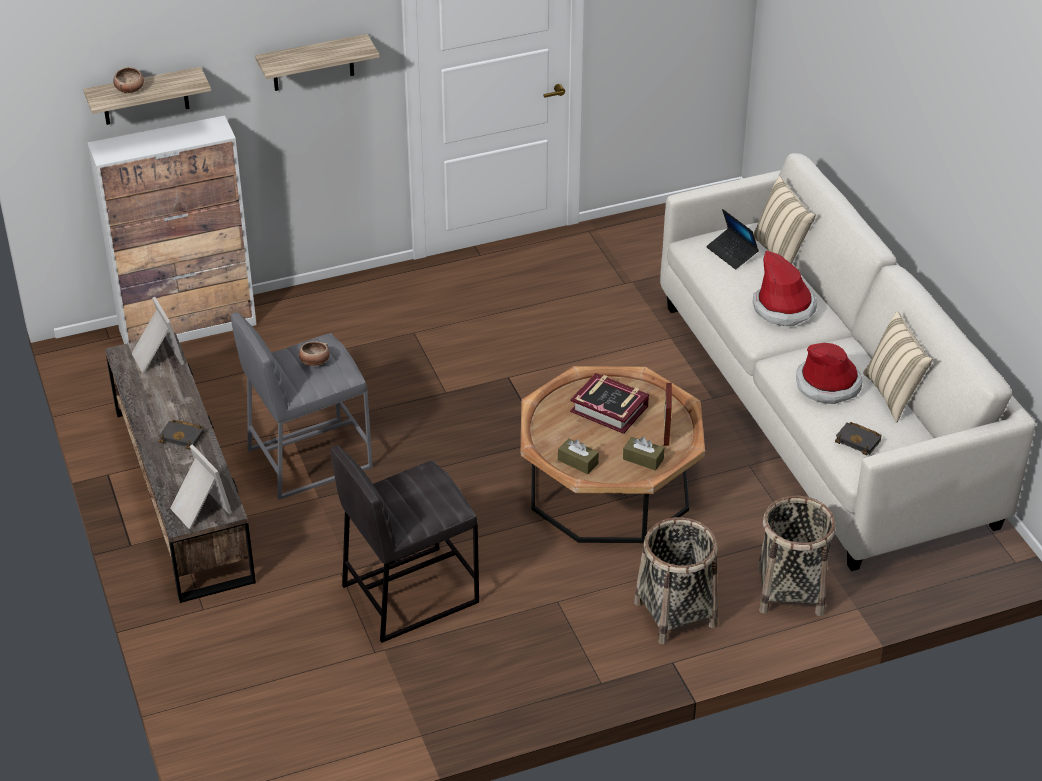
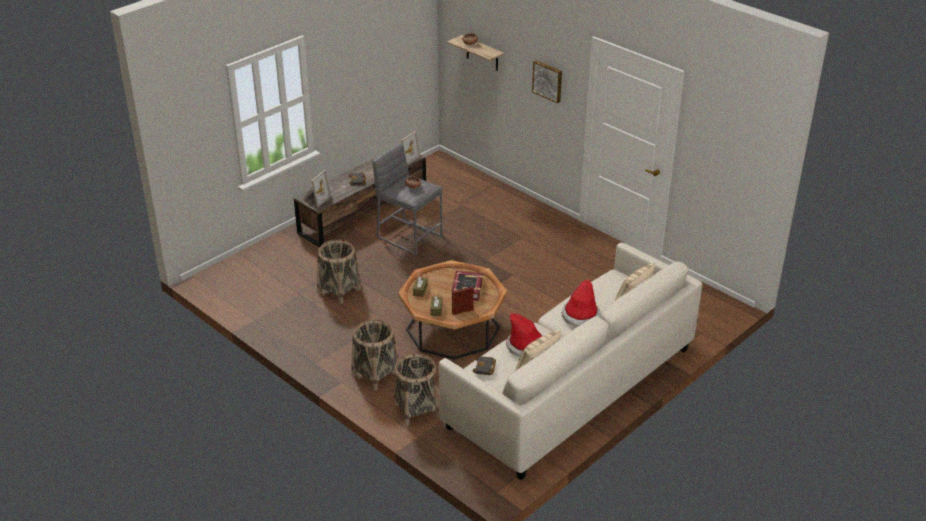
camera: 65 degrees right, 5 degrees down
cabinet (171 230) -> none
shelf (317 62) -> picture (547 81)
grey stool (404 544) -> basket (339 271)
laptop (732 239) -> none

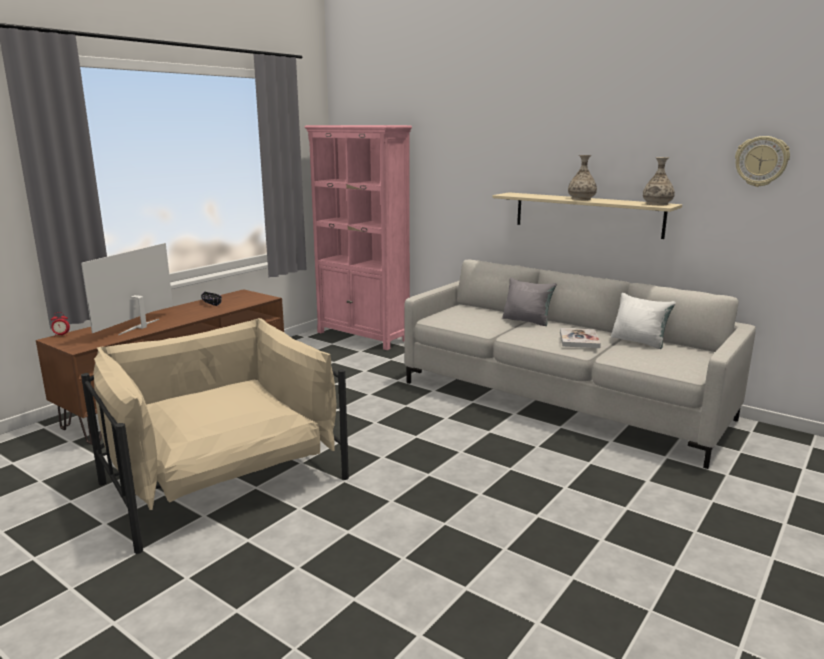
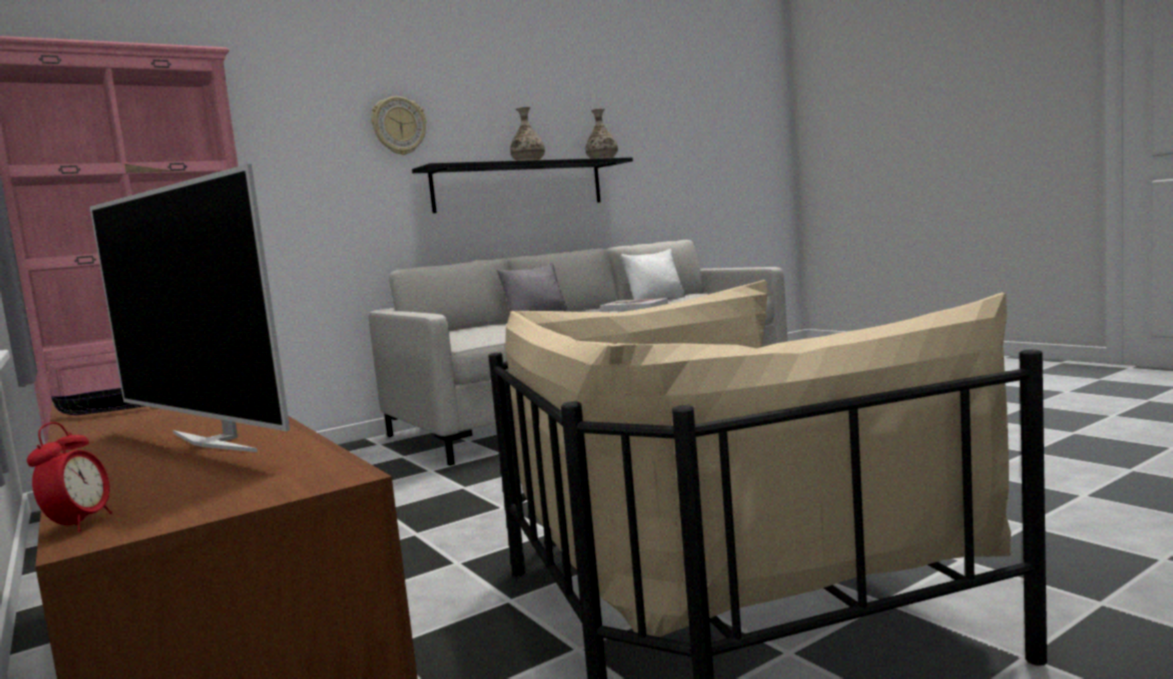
camera: 70 degrees left, 10 degrees down
beige shelf (587 215) -> black shelf (522 185)
wall clock (762 161) -> wall clock (398 125), relocated

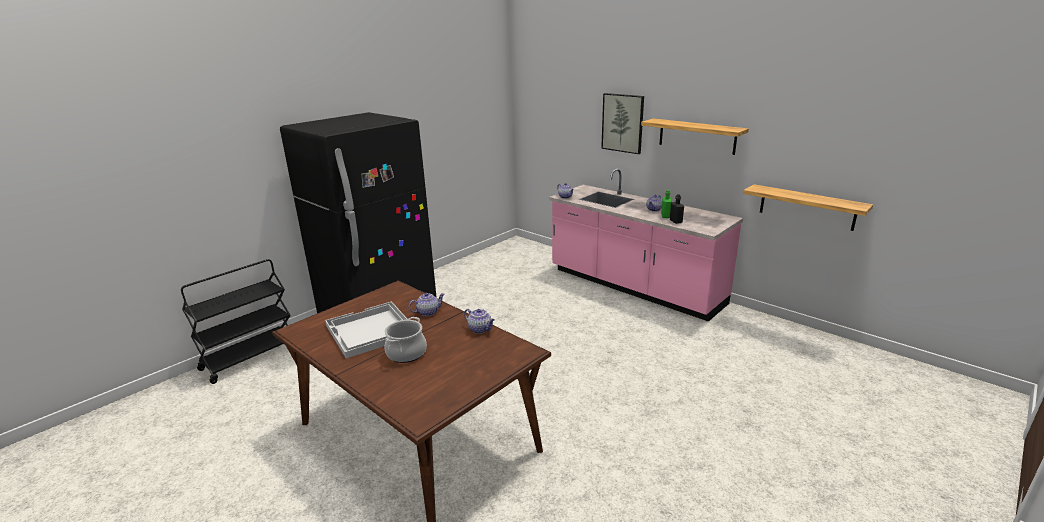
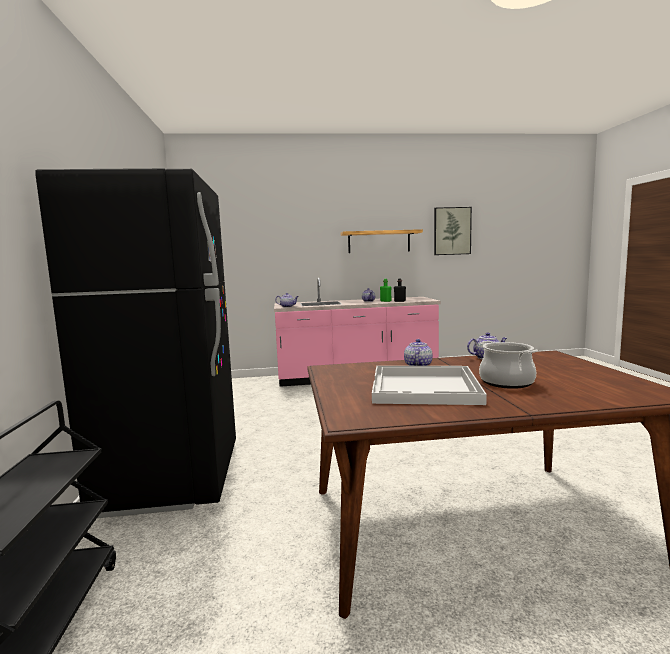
camera: 50 degrees left, 15 degrees down
picture (622 123) -> picture (453 231), relocated
shelf (808 207) -> none

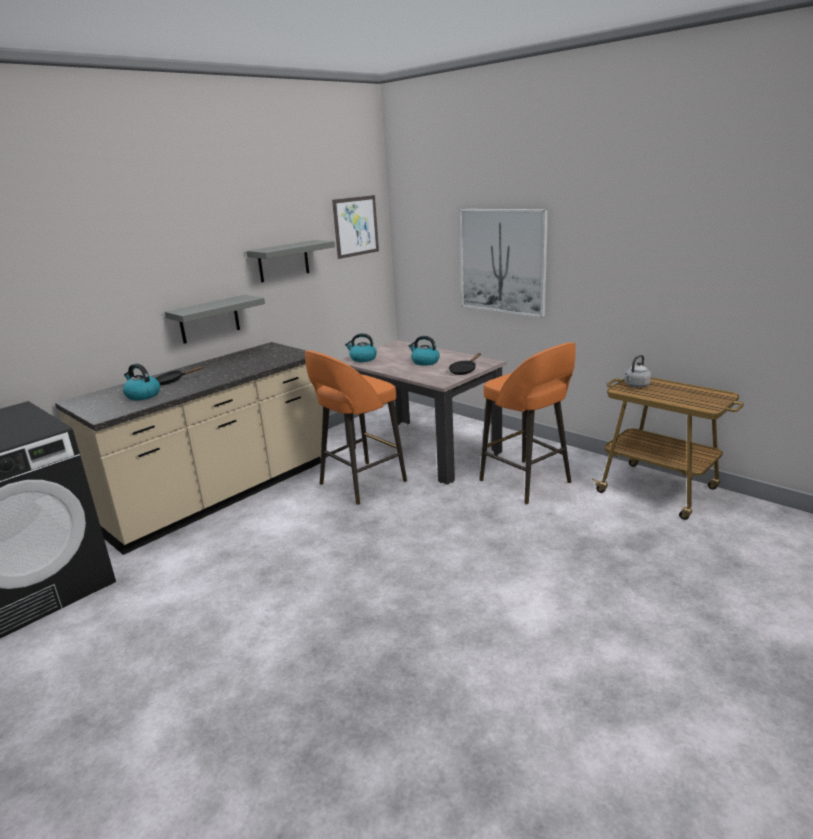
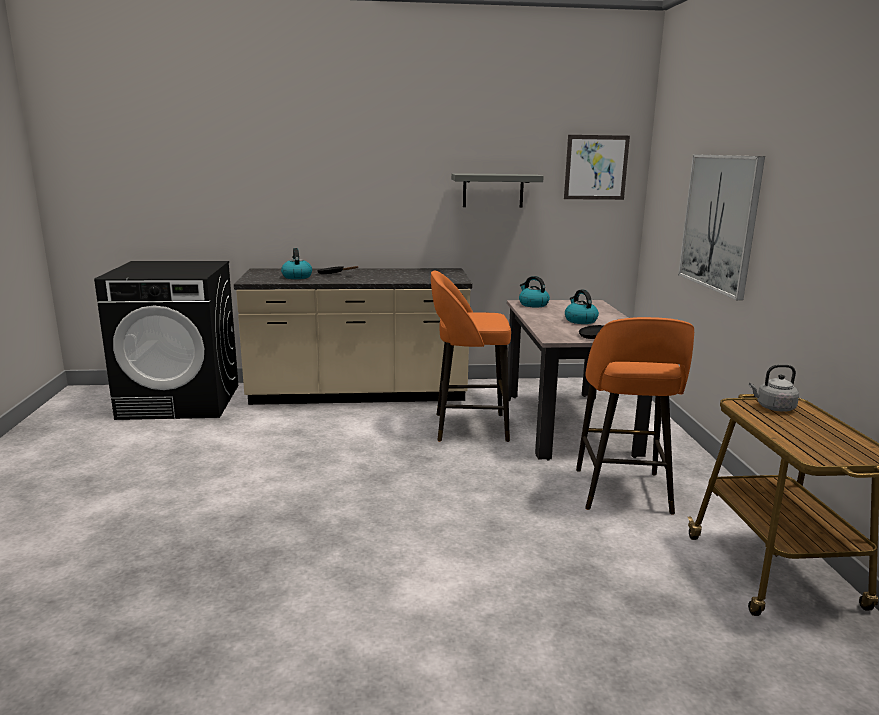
camera: 40 degrees right, 5 degrees down
grey shelf (215 319) -> none

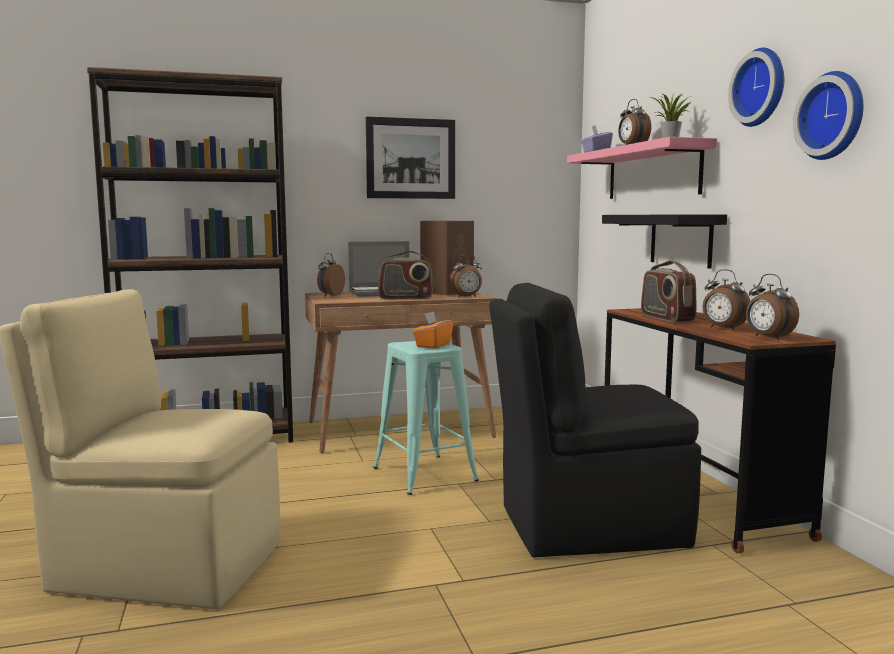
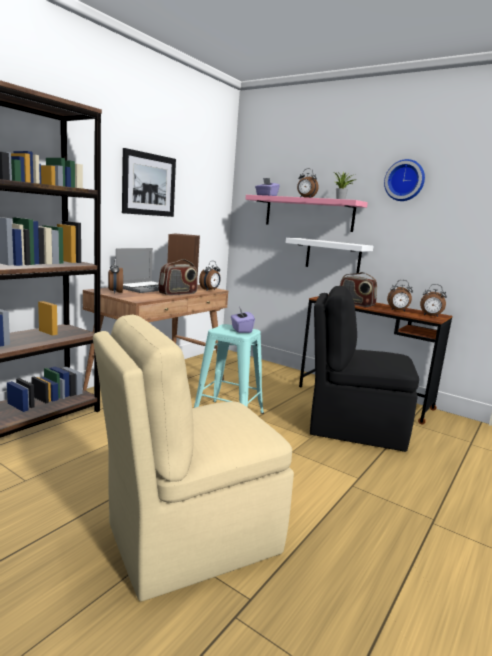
camera: 40 degrees left, 5 degrees up
orange tissue box (433 330) -> purple tissue box (243 320)
black chair (595 420) -> black chair (364 369), 60 degrees clockwise
black shelf (664 241) -> white shelf (330 255)
wall clock (828 115) -> none

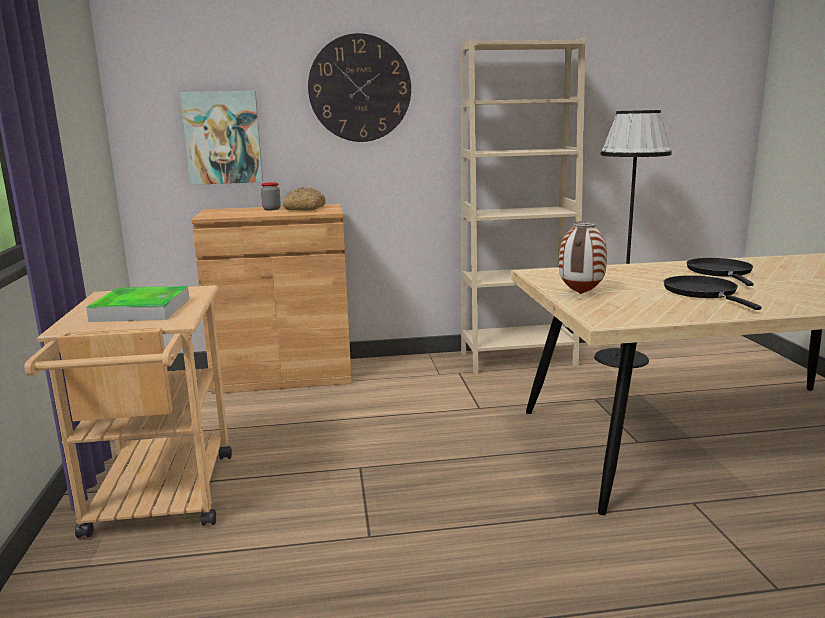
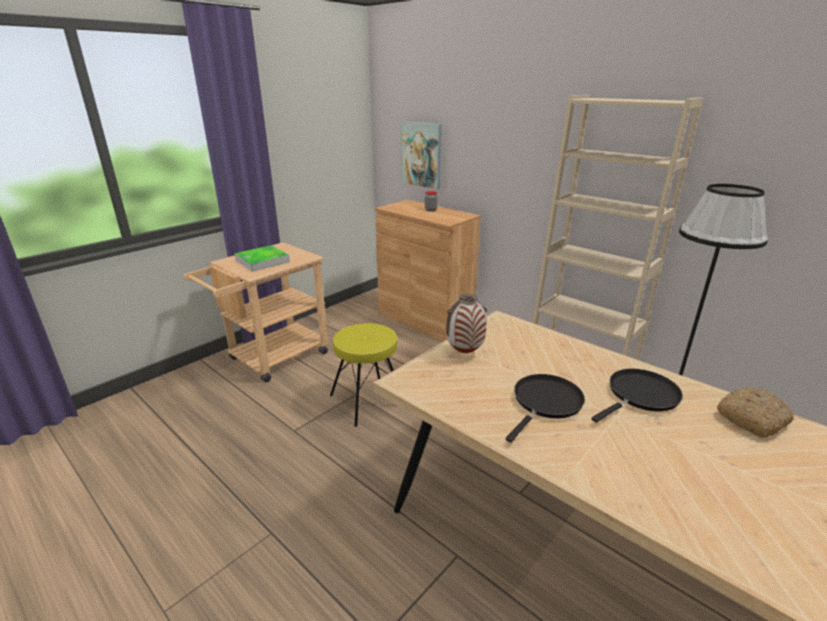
camera: 50 degrees right, 10 degrees up
bread (304 198) -> bread (755 412), relocated
wall clock (359 87) -> none
none -> yellow stool (363 375)

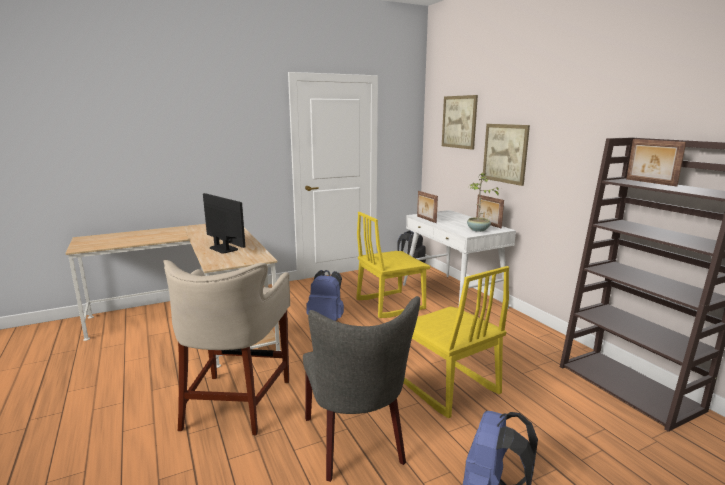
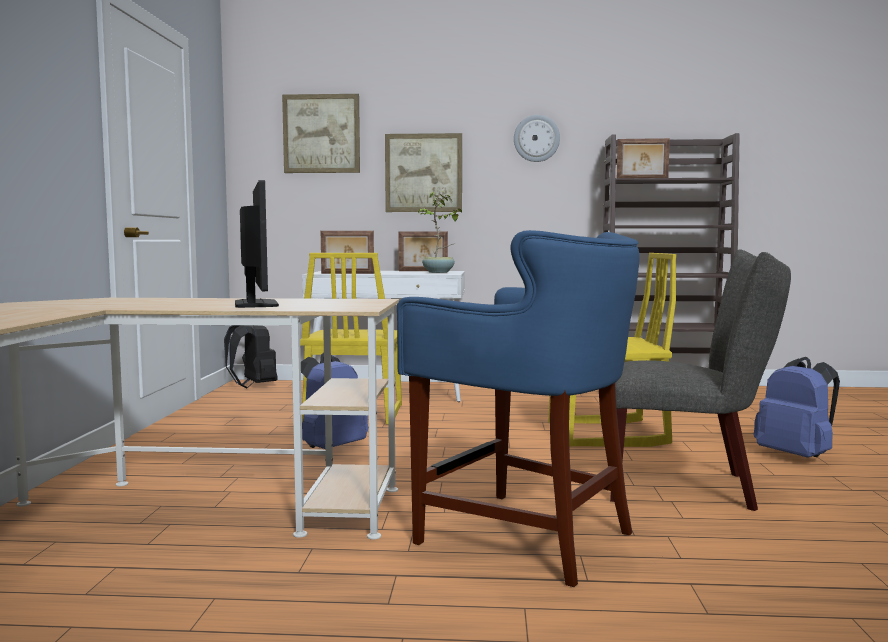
camera: 60 degrees left, 10 degrees down
beige stool (226 347) -> blue stool (518 408)
monitor (224 223) -> monitor (257 244), 90 degrees clockwise
none -> wall clock (537 138)

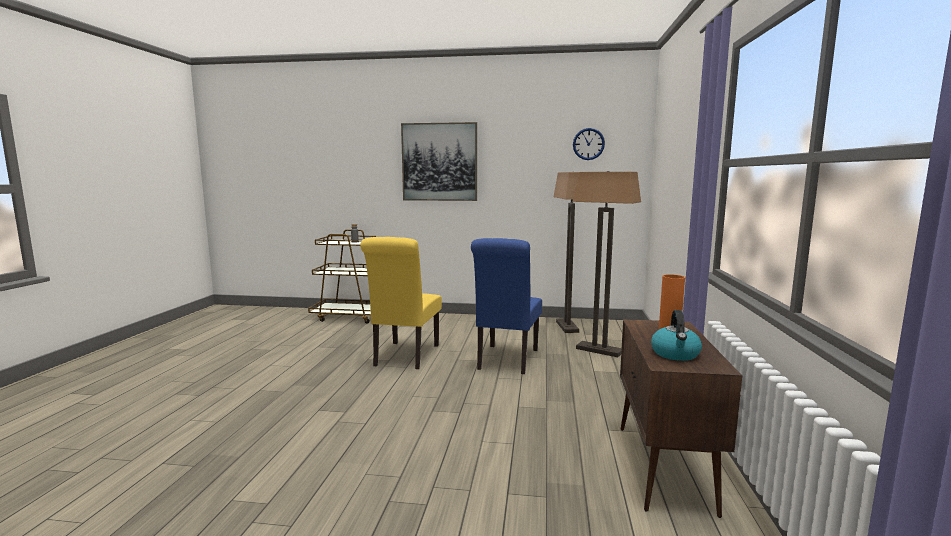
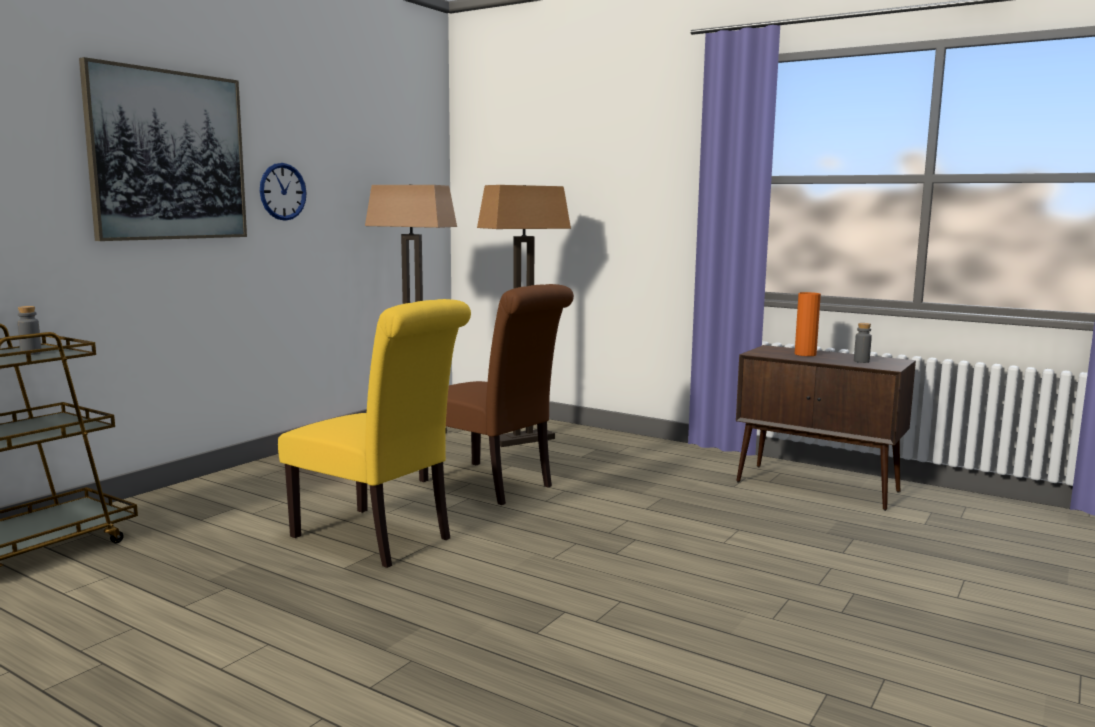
camera: 65 degrees left, 0 degrees up
blue chair (506 306) -> brown chair (496 394)
wall clock (589 144) -> wall clock (283 192), relocated
kettle (676 335) -> grey bottle (863 343)

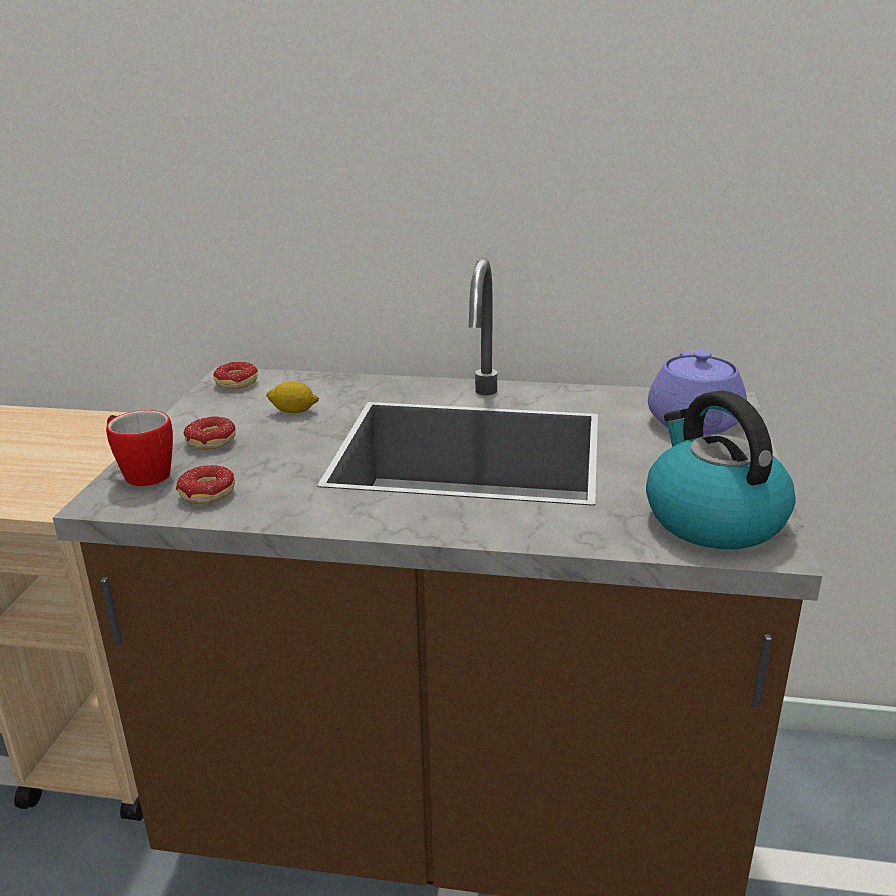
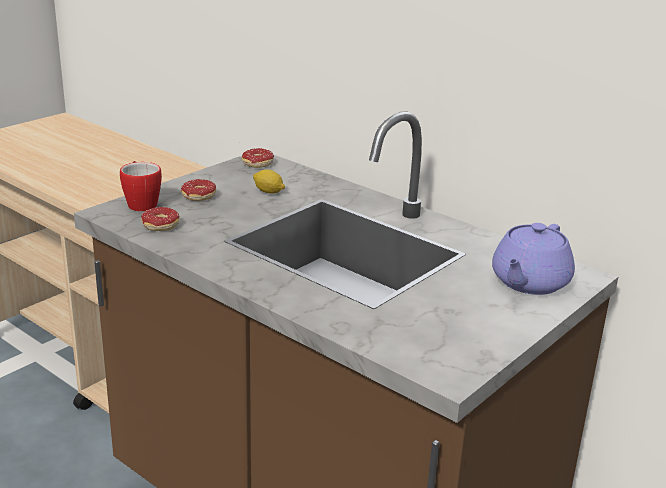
camera: 30 degrees right, 0 degrees up
kettle (721 469) -> none

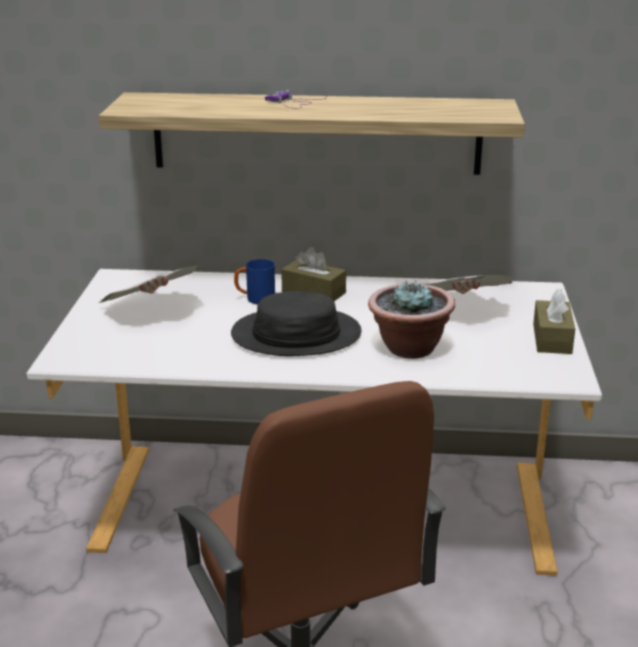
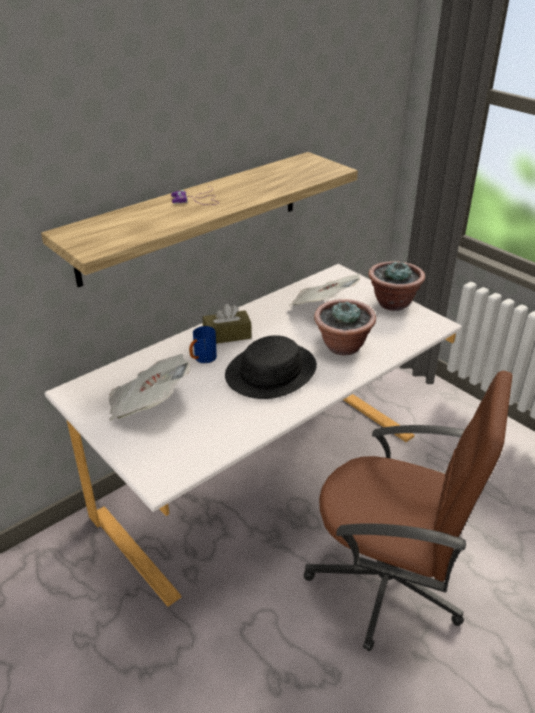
camera: 45 degrees left, 10 degrees up
brown tissue box (554 321) -> potted plant (396 285)

